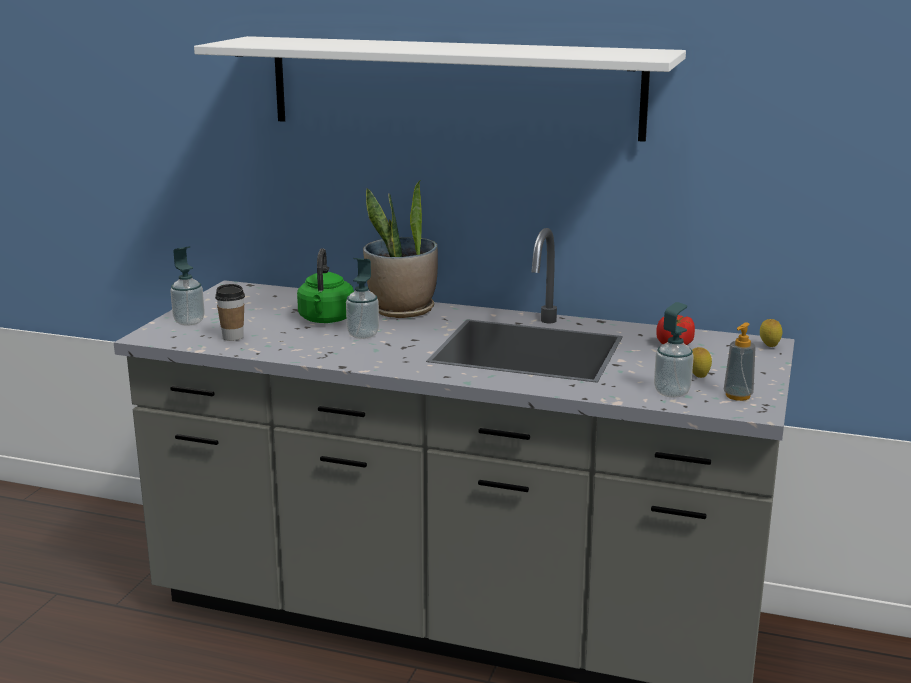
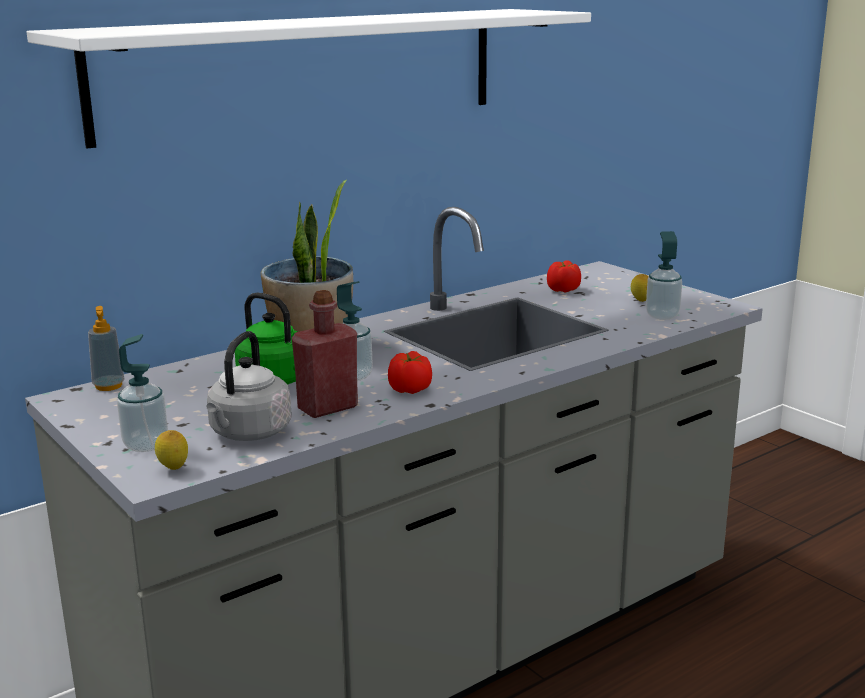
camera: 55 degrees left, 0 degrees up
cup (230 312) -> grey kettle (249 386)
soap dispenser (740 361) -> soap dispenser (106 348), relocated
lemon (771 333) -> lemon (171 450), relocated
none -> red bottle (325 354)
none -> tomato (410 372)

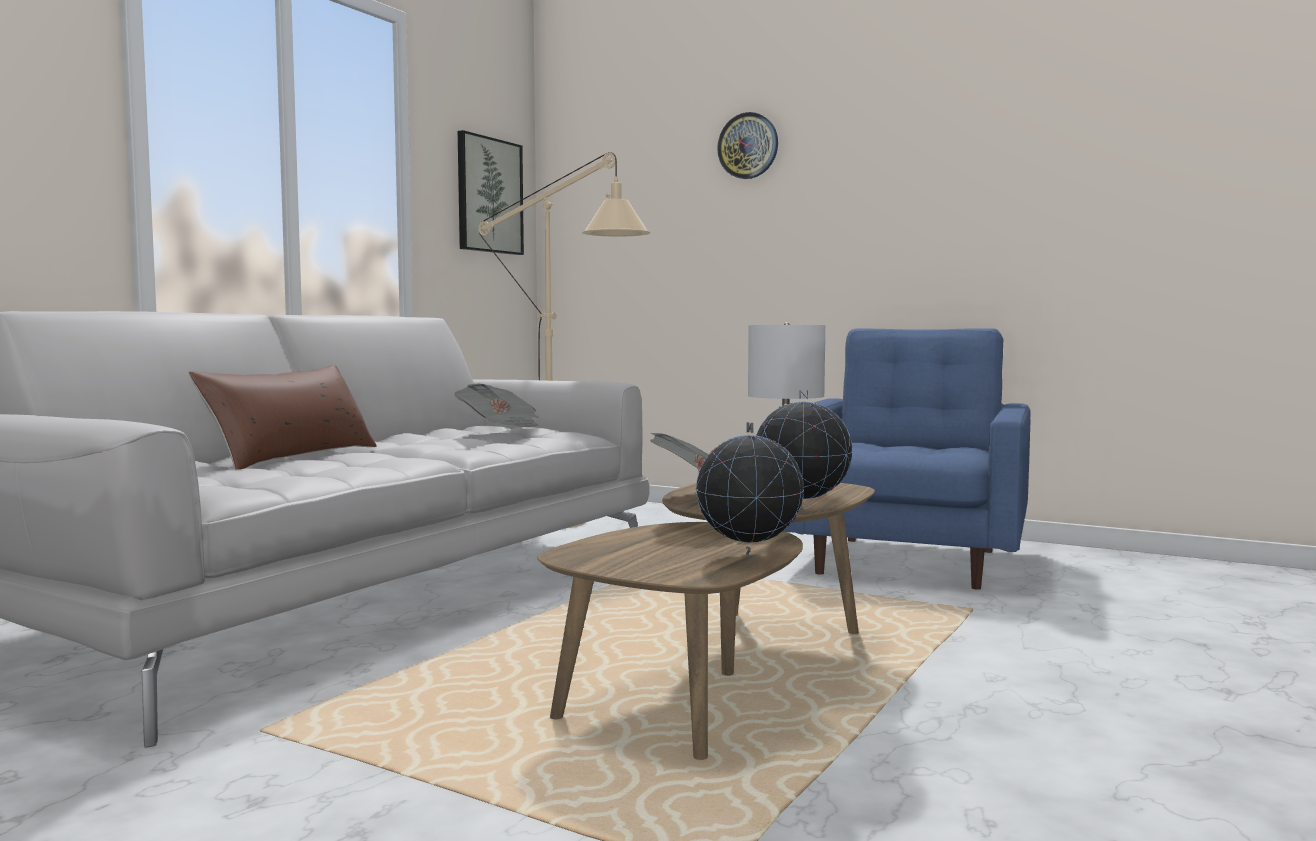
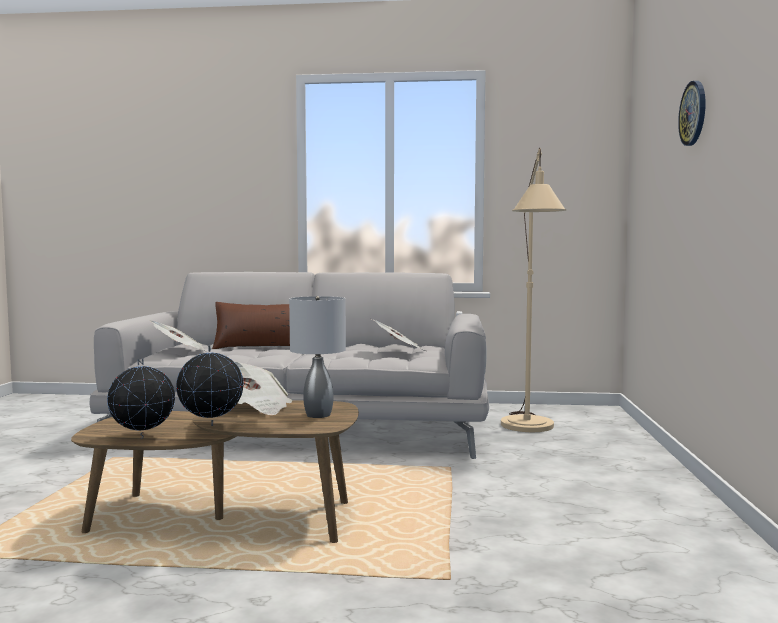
camera: 65 degrees right, 0 degrees up
picture (491 192) -> none
blue armchair (907 459) -> none
none -> newspaper (177 335)

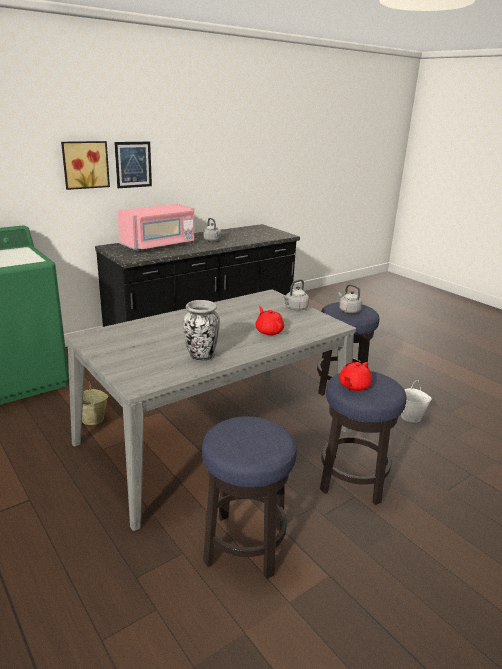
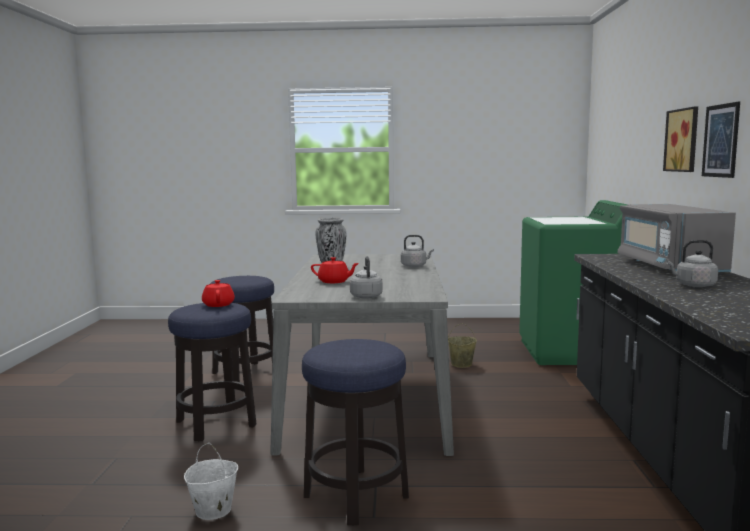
camera: 130 degrees right, 15 degrees down
pink microwave (156 227) -> grey microwave (677 238)
grey kettle (350 298) -> grey kettle (417 251), relocated

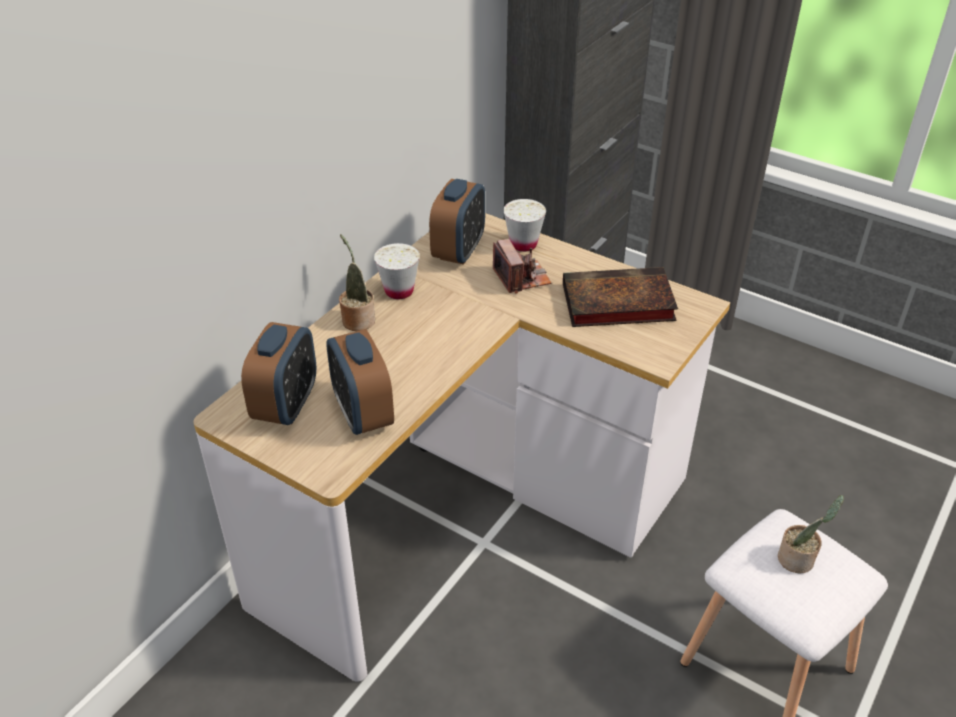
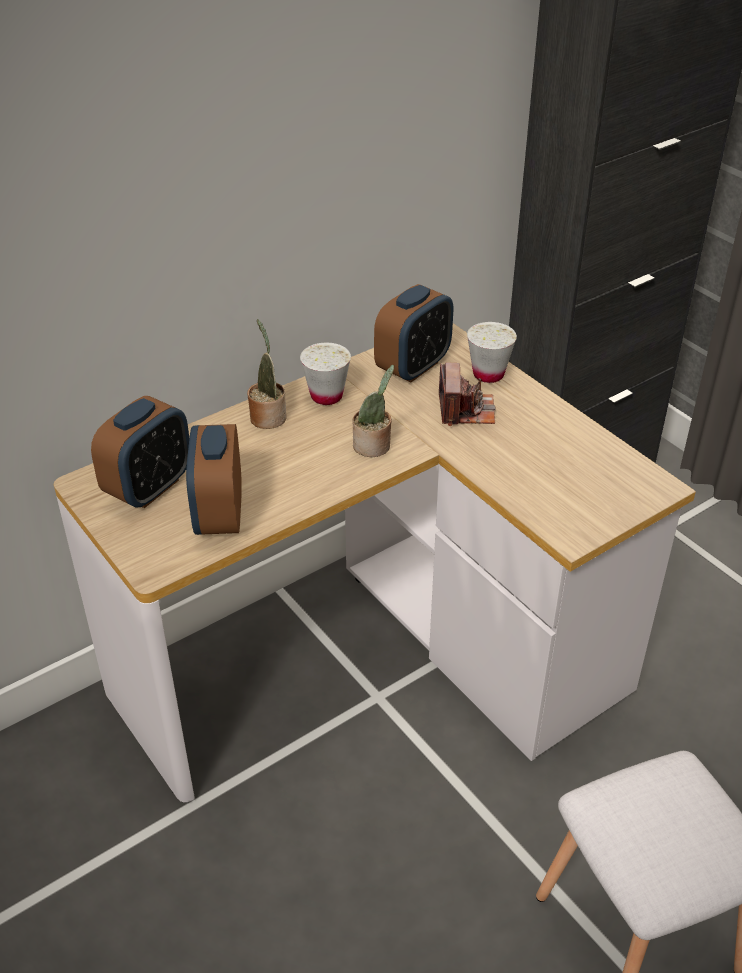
camera: 20 degrees right, 0 degrees up
book (620 297) -> none
potted plant (811 534) -> potted plant (373 411), relocated

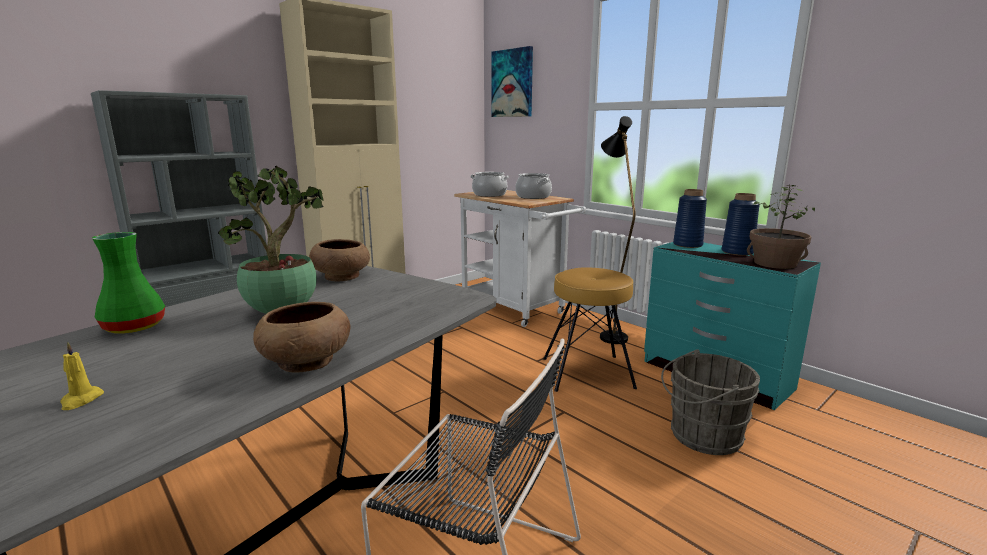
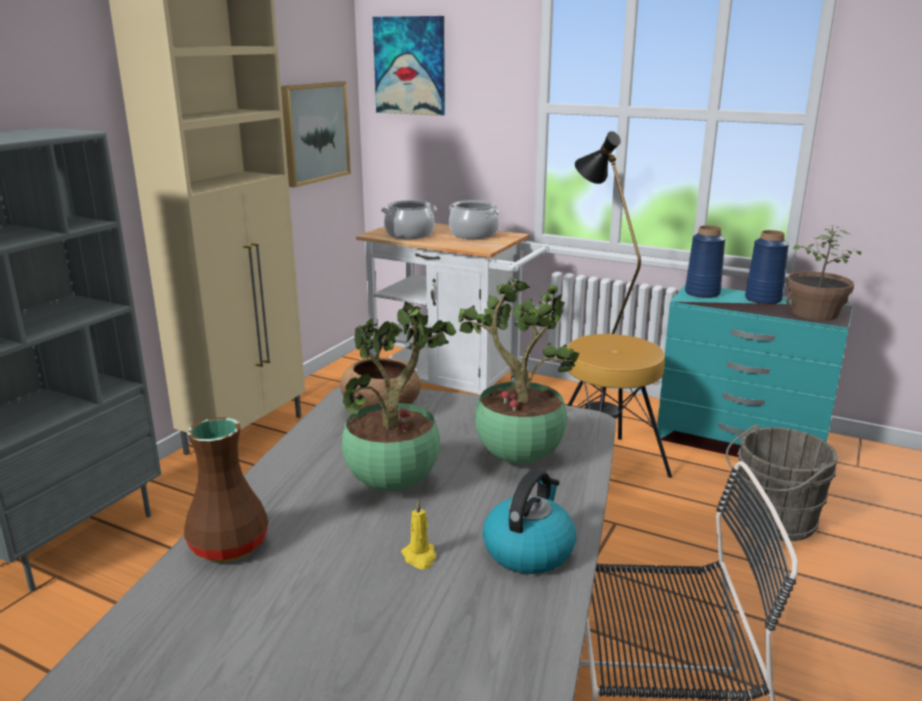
camera: 20 degrees left, 5 degrees up
yellow candle (82 376) -> yellow candle (418 535), relocated
green vase (128 283) -> brown vase (226 489)
brown bowl (301 337) -> kettle (529 521)
none -> picture (316 134)
none -> potted plant (518 370)

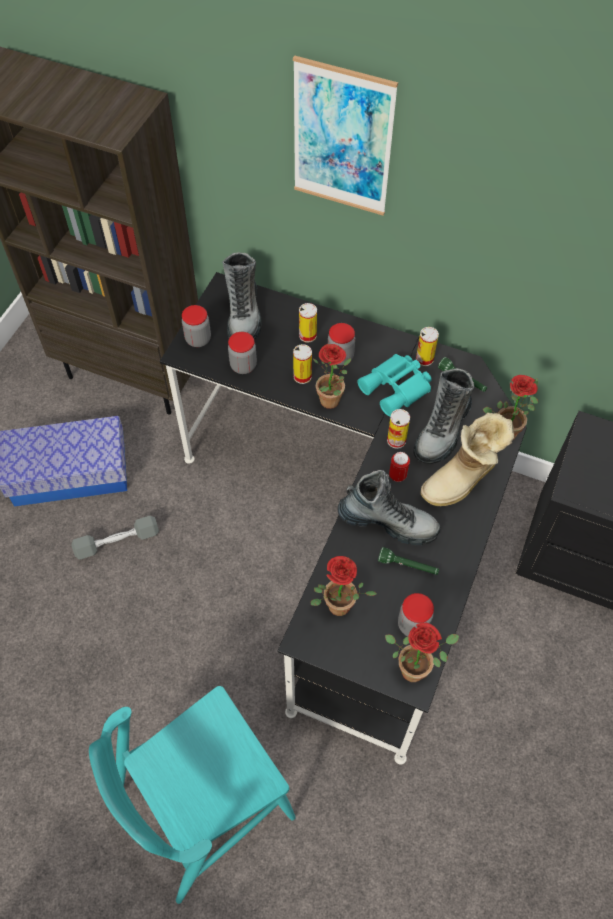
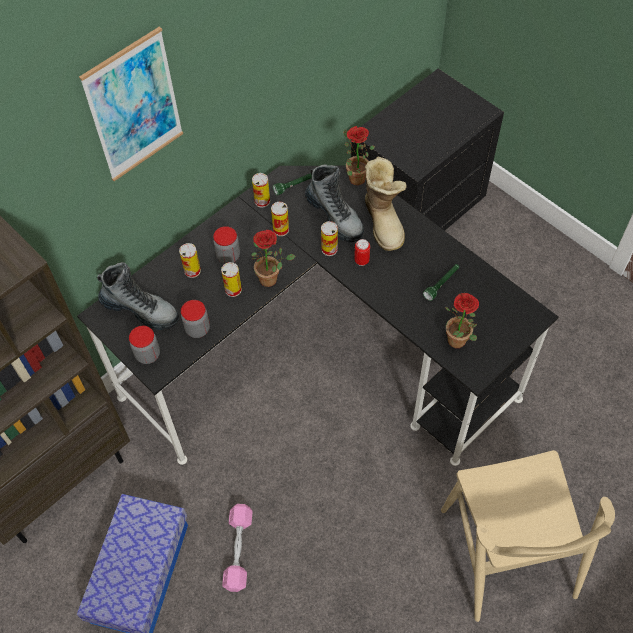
camera: 65 degrees left, 0 degrees up
grey dumbbell (115 538) -> pink dumbbell (237 548)
turquoise chair (192 795) -> beige chair (528 536)
boot (389 507) -> none
turquoise binoculars (394 385) -> can (280 219)
potted plant (422 652) -> none
jar (416 615) -> none

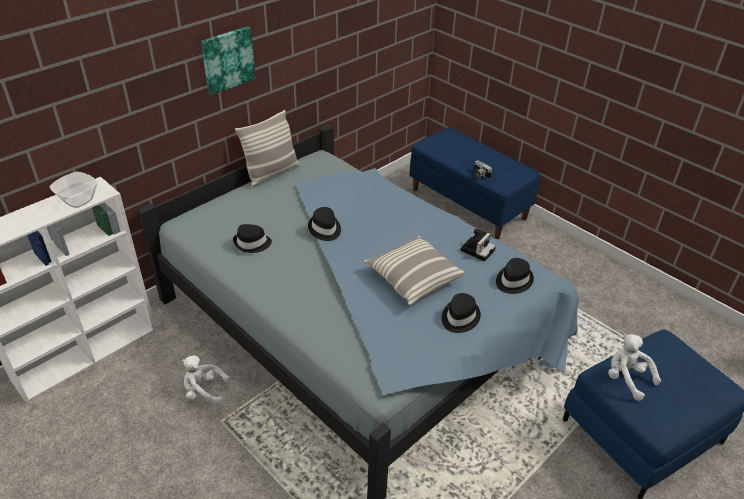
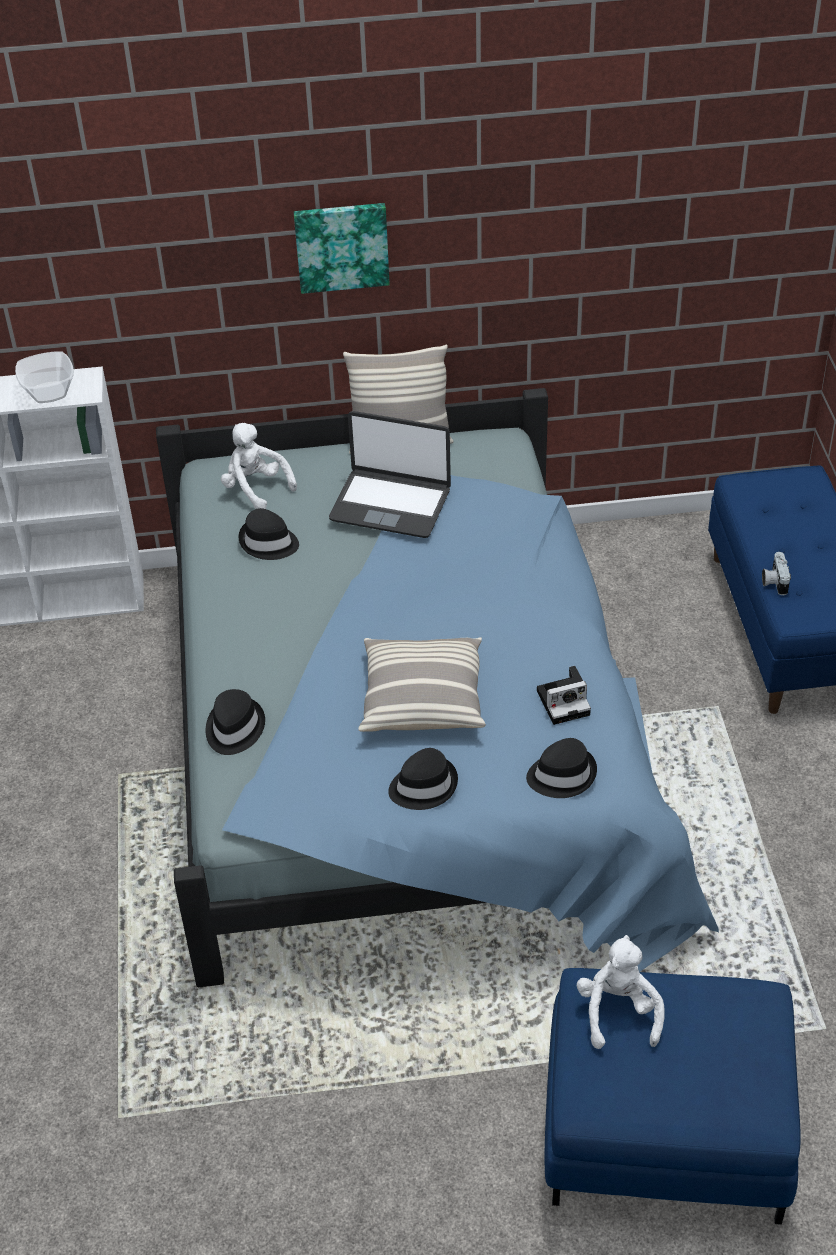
camera: 40 degrees right, 5 degrees up
white plush toy (206 380) -> white plush toy (259 466), relocated
black hat (324 224) -> black hat (235 722), relocated
none -> laptop (390 474)

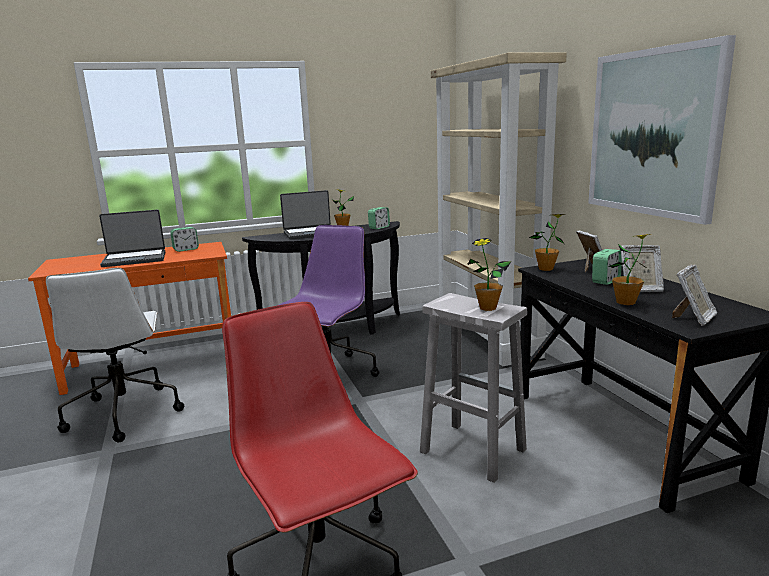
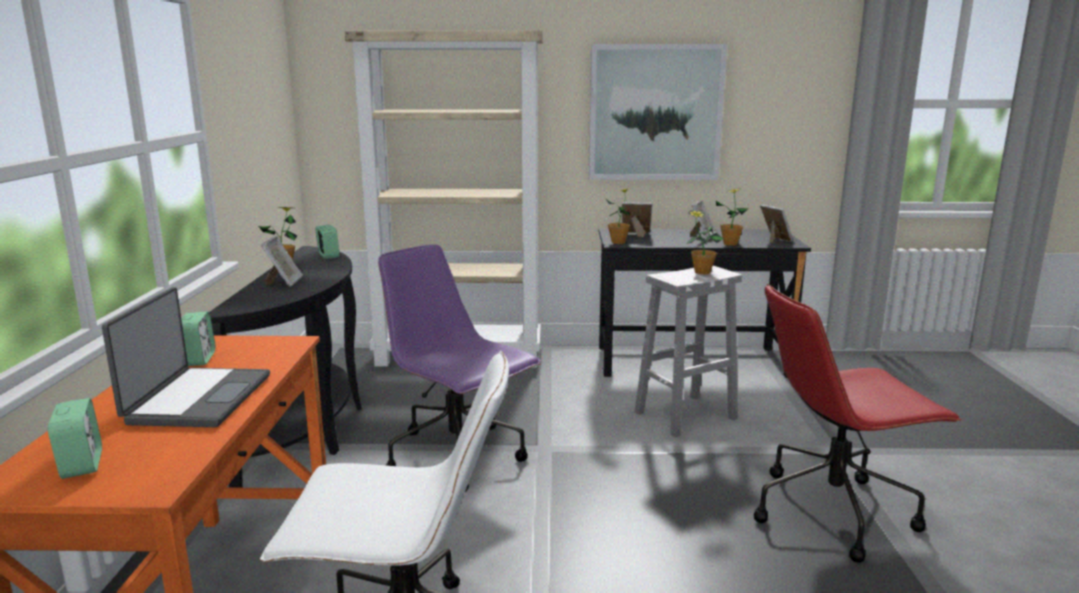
camera: 70 degrees left, 0 degrees up
laptop (305 215) -> picture frame (282 261)
alarm clock (607 267) -> alarm clock (75 438), relocated

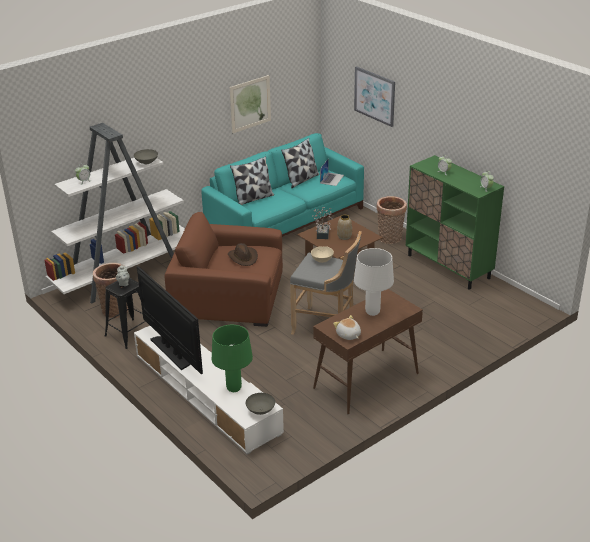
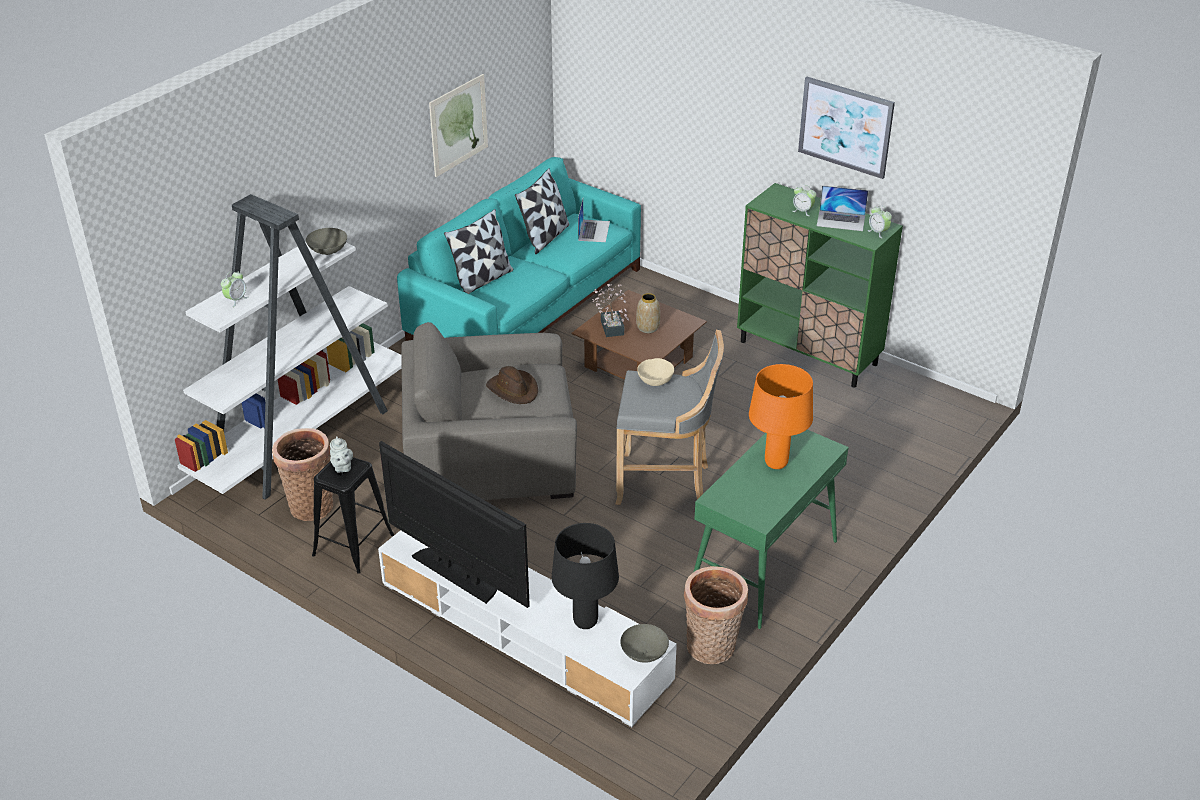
camera: 15 degrees left, 5 degrees up
brown armchair (224 269) -> grey armchair (489 411)
green table lamp (232 358) -> black table lamp (585 576)
brown console table (368 352) -> green console table (771 529)
plush toy (347 327) -> none
picture (374 96) -> picture (846 128), relocated
white table lamp (374 282) -> orange table lamp (781 416)
basket (391 220) -> basket (716 615), relocated
none -> laptop (842 208)

